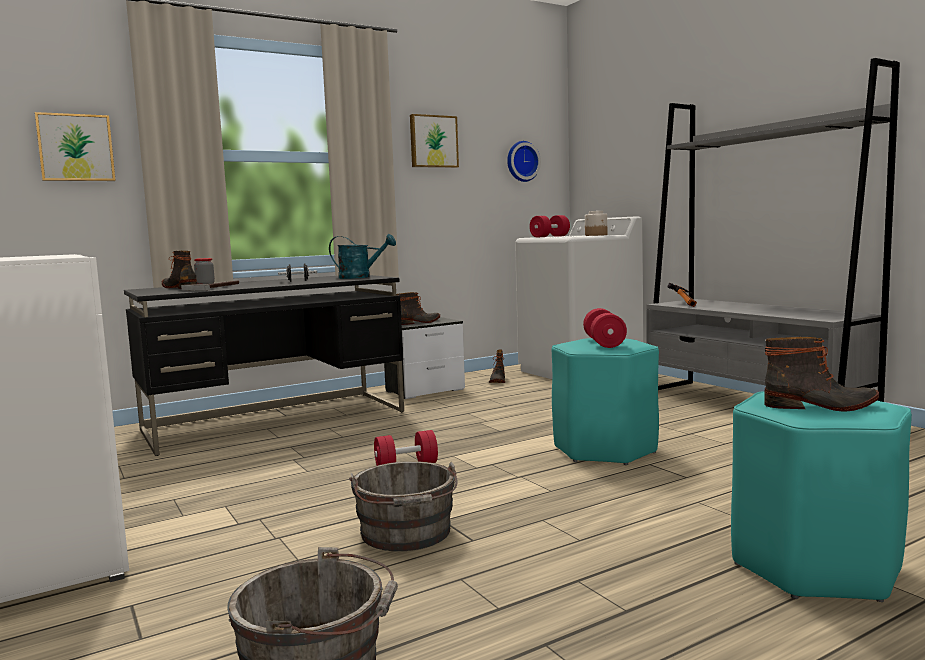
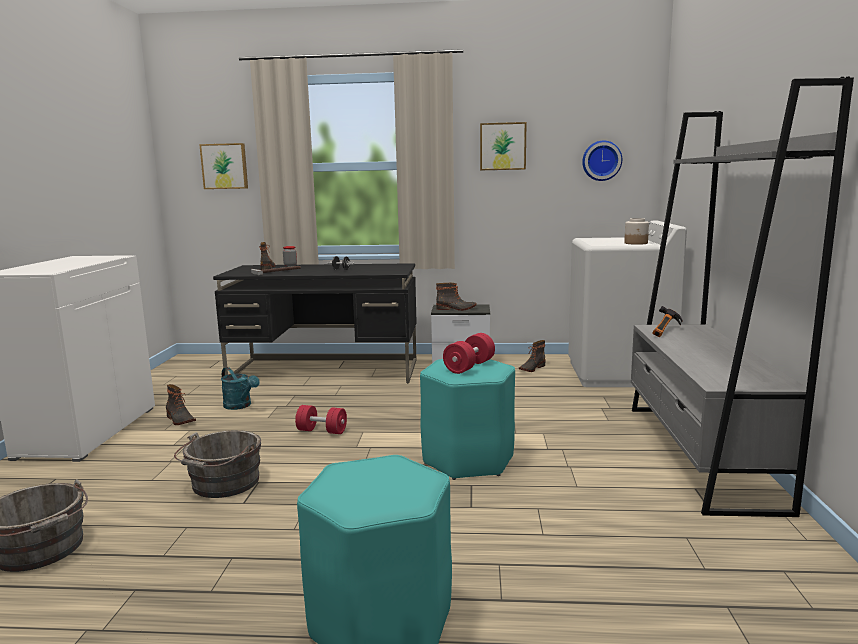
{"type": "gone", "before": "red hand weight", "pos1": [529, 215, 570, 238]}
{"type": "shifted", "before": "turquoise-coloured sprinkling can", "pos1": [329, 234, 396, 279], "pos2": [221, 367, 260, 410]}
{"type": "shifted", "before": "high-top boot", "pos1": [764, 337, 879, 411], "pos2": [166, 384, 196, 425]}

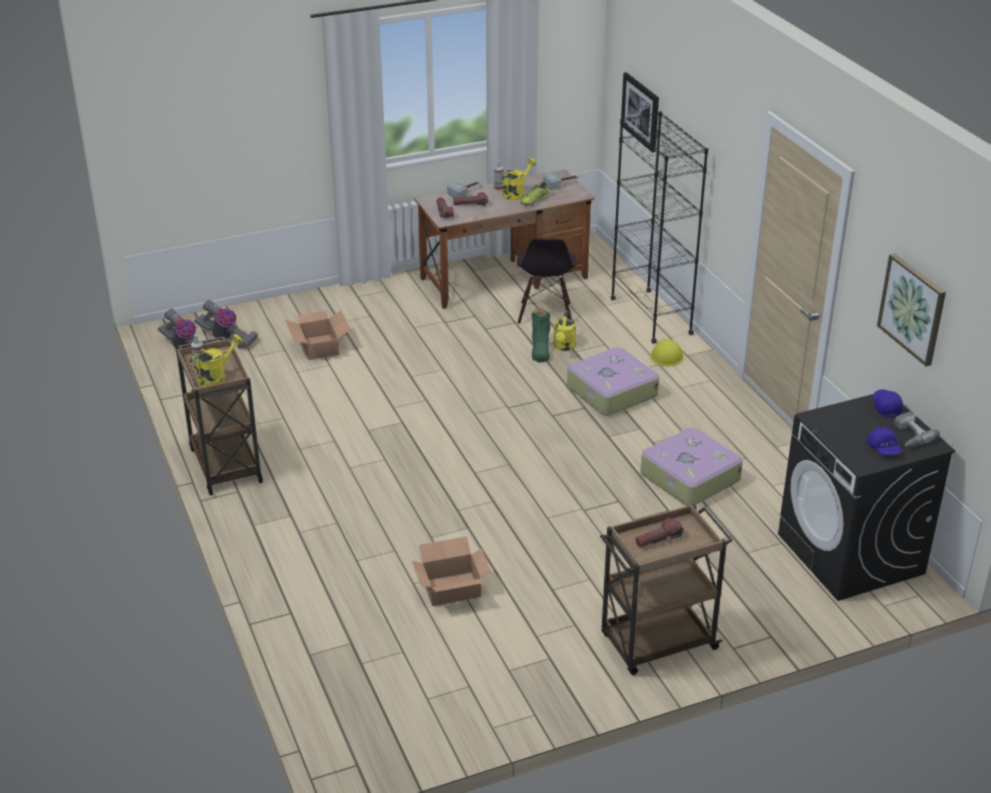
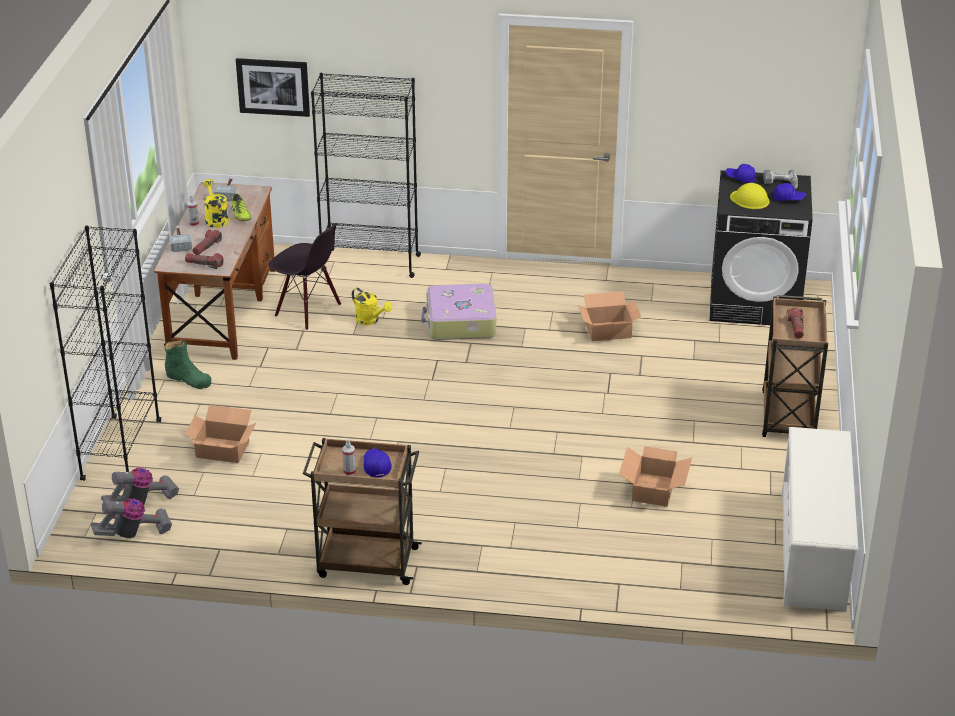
{"type": "gone", "before": "picture", "pos1": [877, 253, 946, 366]}
{"type": "new", "after": "black bookshelf", "pos2": [50, 225, 161, 481]}
{"type": "new", "after": "white shoe shelf", "pos2": [782, 427, 858, 611]}
{"type": "shifted", "before": "green-coloured high-top boot", "pos1": [531, 308, 550, 363], "pos2": [164, 340, 211, 389]}
{"type": "shifted", "before": "yellowish work helmet", "pos1": [650, 339, 684, 366], "pos2": [730, 183, 770, 209]}
{"type": "swapped", "before": "yellowish sprinkling can", "after": "blue-coloured peaked cap", "pos1": [190, 334, 243, 387], "pos2": [363, 449, 392, 478]}
{"type": "swapped", "before": "travel case", "after": "packing box", "pos1": [640, 428, 743, 506], "pos2": [578, 291, 641, 341]}

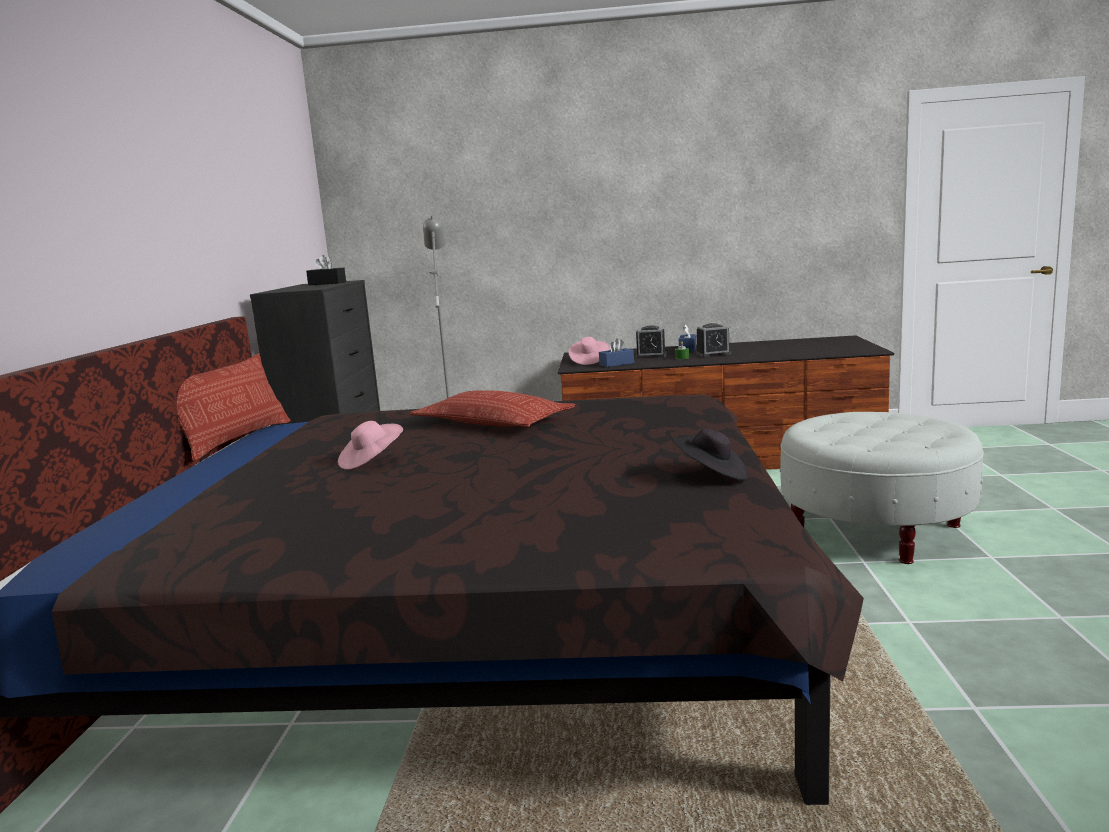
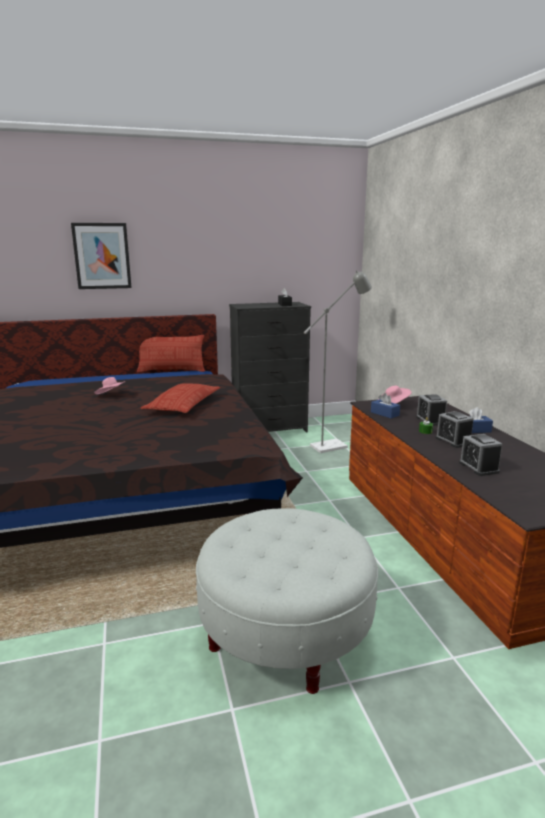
{"type": "gone", "before": "black hat", "pos1": [672, 428, 749, 480]}
{"type": "new", "after": "picture", "pos2": [71, 223, 132, 289]}
{"type": "new", "after": "alarm clock", "pos2": [459, 434, 503, 476]}

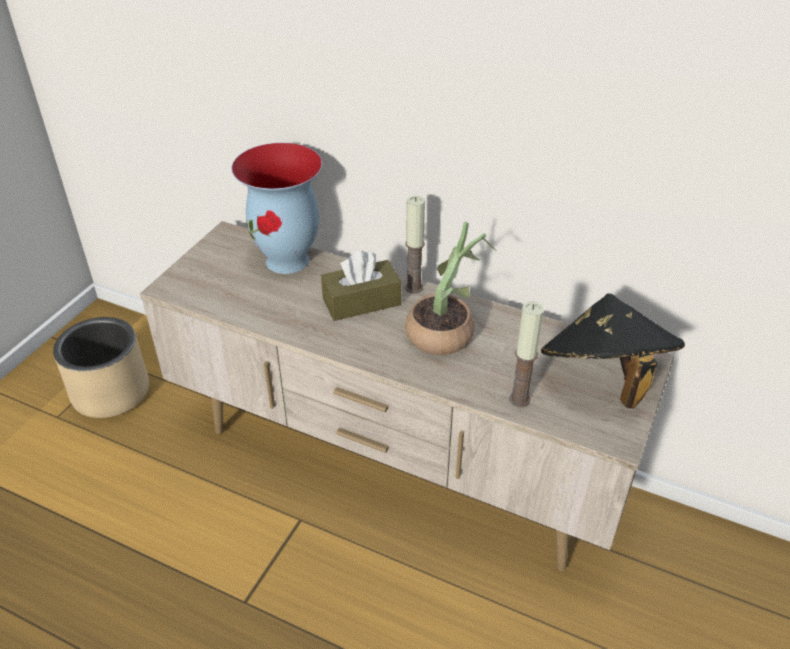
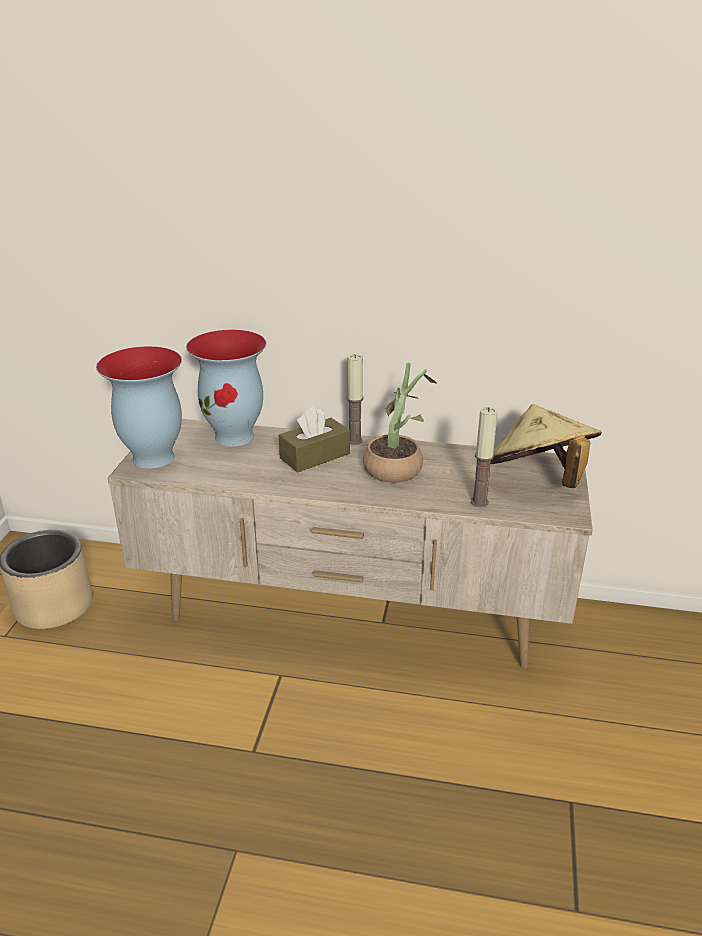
{"type": "new", "after": "flower vase", "pos2": [96, 346, 182, 469]}
{"type": "repainted", "before": "black hat", "after": "beige-coloured hat", "pos1": [541, 293, 685, 409], "pos2": [491, 404, 602, 488]}

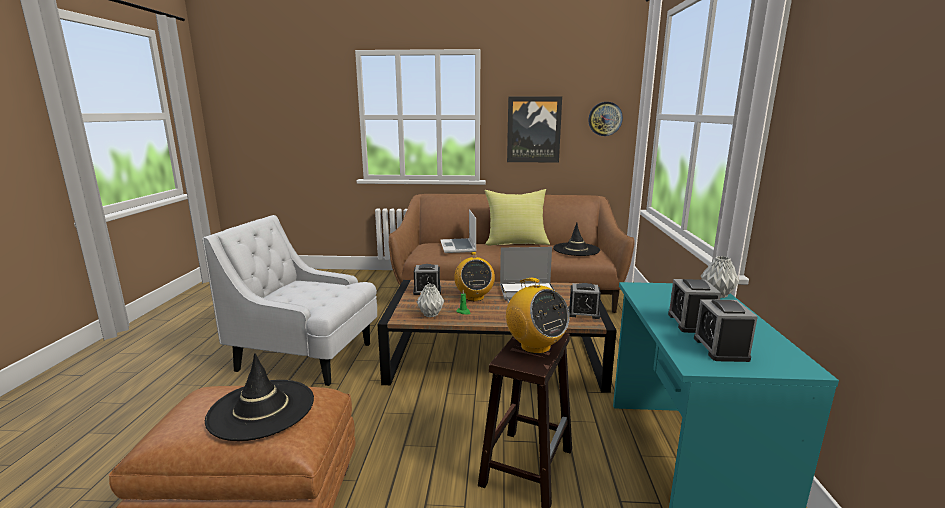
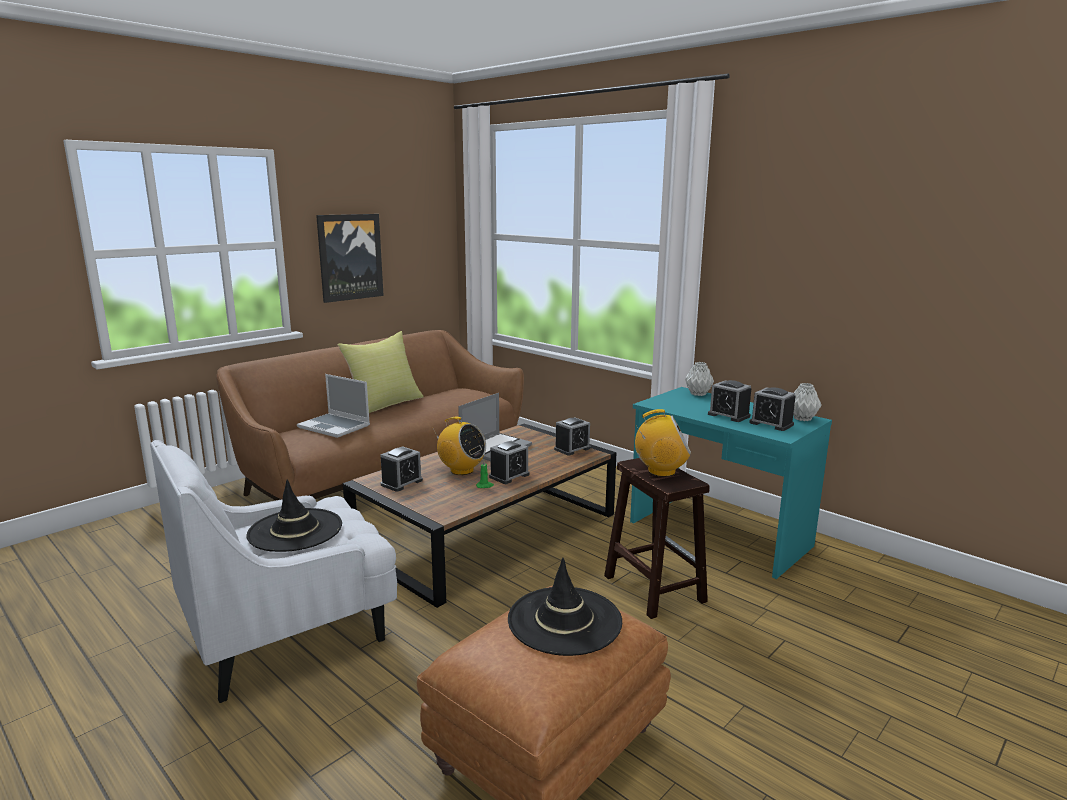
{"type": "gone", "before": "clock on the wall", "pos1": [588, 102, 623, 136]}
{"type": "new", "after": "alarm clock", "pos2": [489, 441, 529, 484]}
{"type": "shifted", "before": "greyish flower vase", "pos1": [417, 284, 444, 317], "pos2": [793, 383, 822, 421]}
{"type": "shifted", "before": "black hat", "pos1": [553, 223, 600, 256], "pos2": [246, 480, 342, 552]}

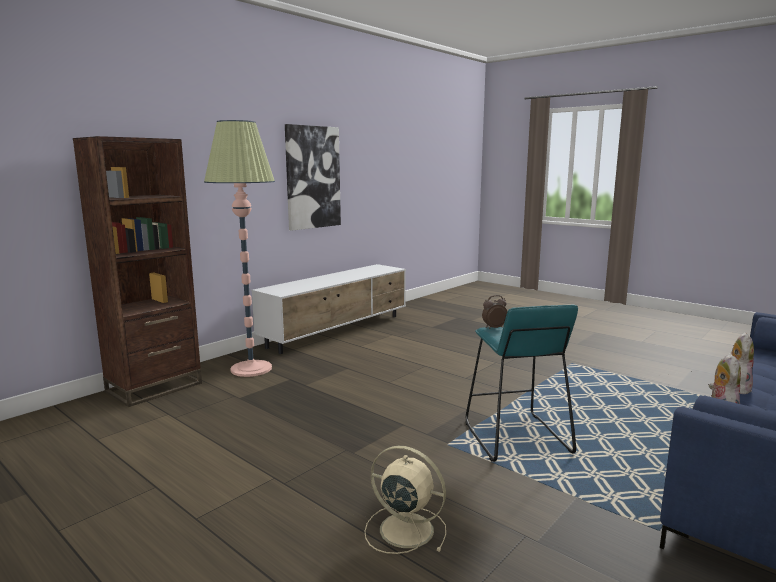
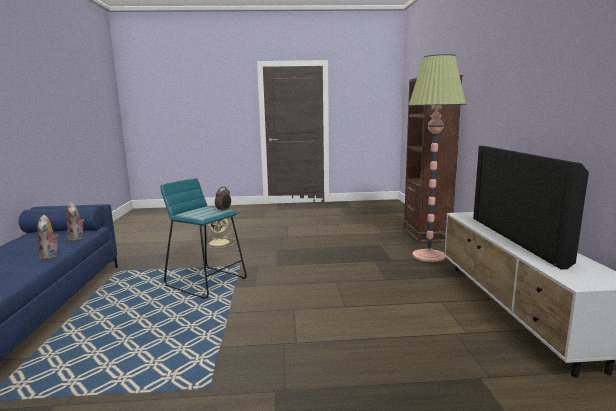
{"type": "gone", "before": "picture", "pos1": [285, 124, 341, 231]}
{"type": "new", "after": "TV set", "pos2": [473, 146, 589, 270]}

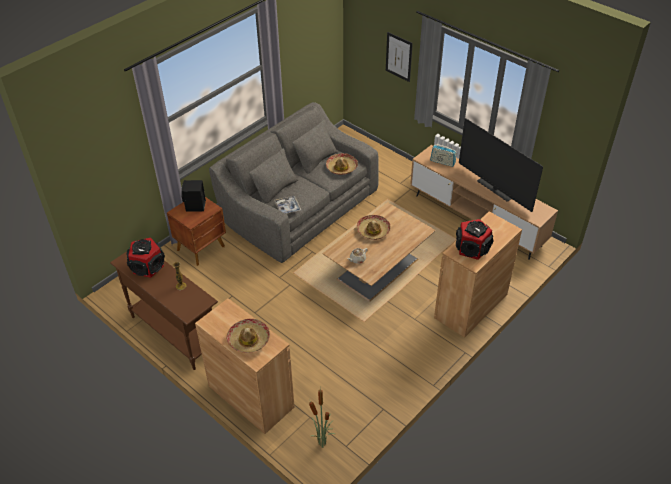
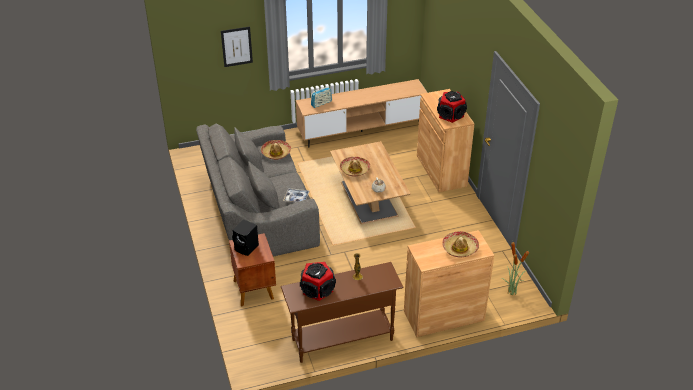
{"type": "gone", "before": "TV set", "pos1": [459, 118, 543, 212]}

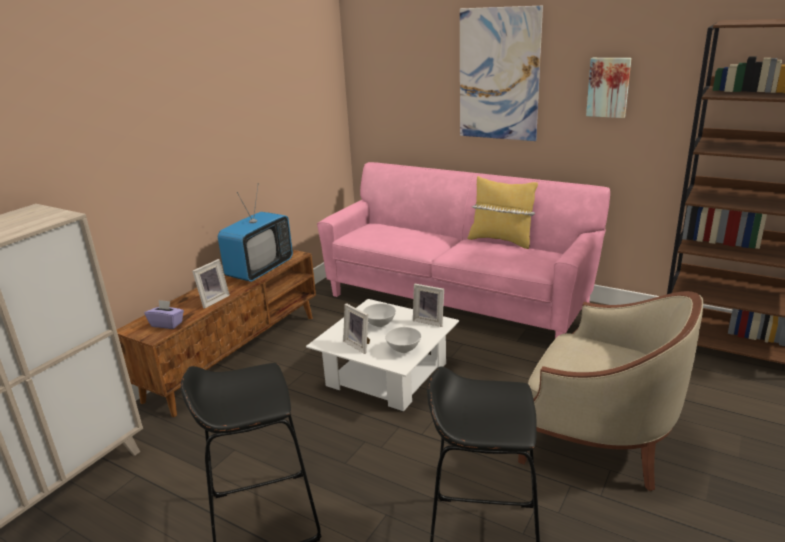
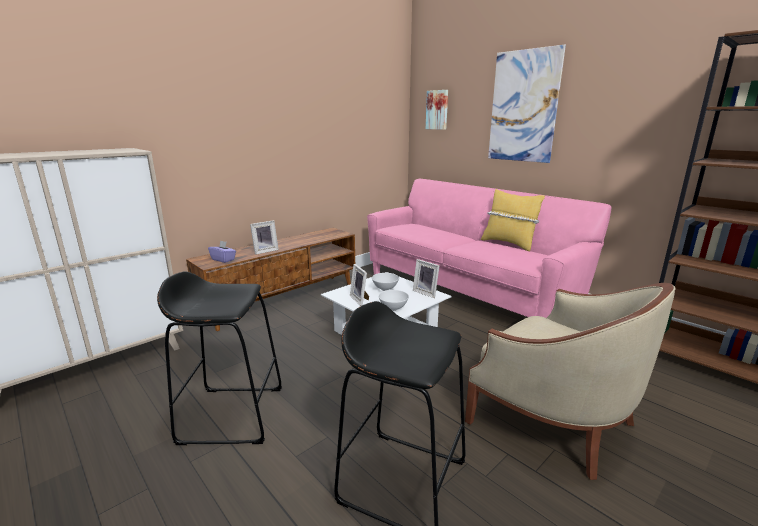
{"type": "gone", "before": "TV set", "pos1": [218, 187, 293, 282]}
{"type": "shifted", "before": "picture", "pos1": [586, 58, 632, 118], "pos2": [426, 90, 448, 130]}

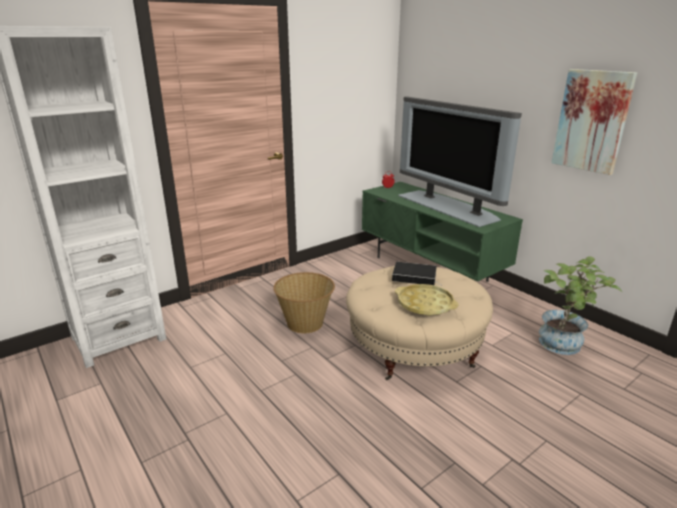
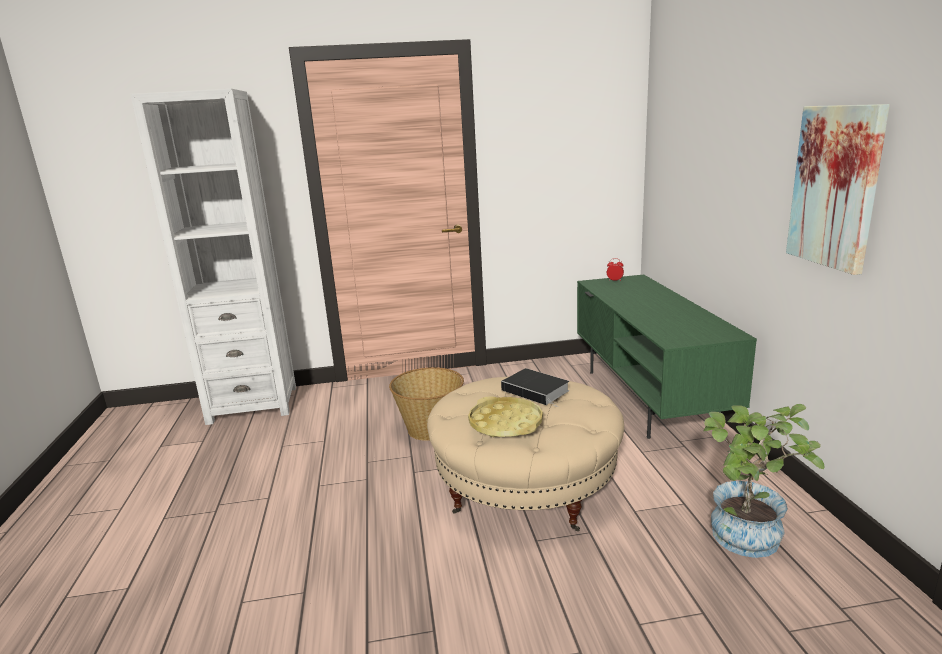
{"type": "gone", "before": "TV set", "pos1": [398, 96, 522, 227]}

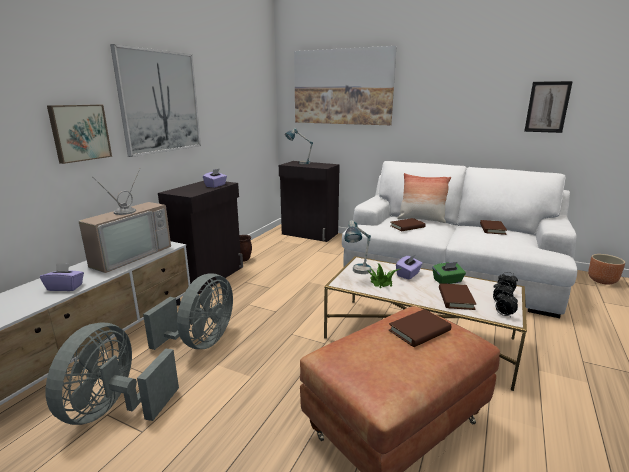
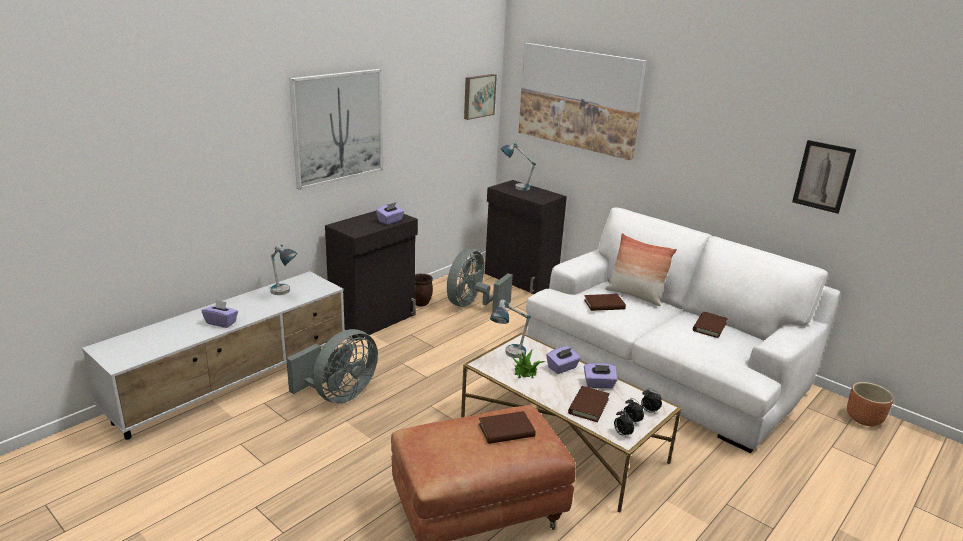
{"type": "shifted", "before": "greyish cooling fan", "pos1": [46, 323, 179, 425], "pos2": [447, 249, 513, 312]}
{"type": "shifted", "before": "picture", "pos1": [47, 105, 112, 164], "pos2": [464, 74, 497, 120]}
{"type": "swapped", "before": "TV set", "after": "tabletop lamp", "pos1": [78, 169, 171, 273], "pos2": [270, 244, 297, 295]}
{"type": "repainted", "before": "green-coloured box of tissues", "after": "purple box of tissues", "pos1": [432, 262, 466, 284], "pos2": [584, 363, 618, 389]}

